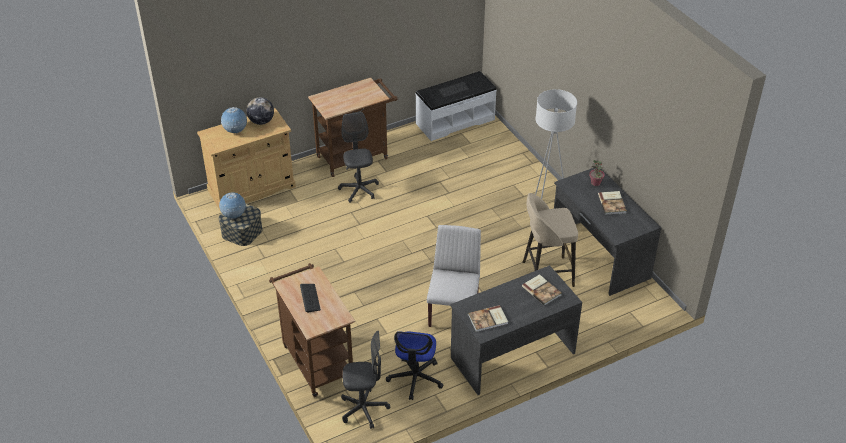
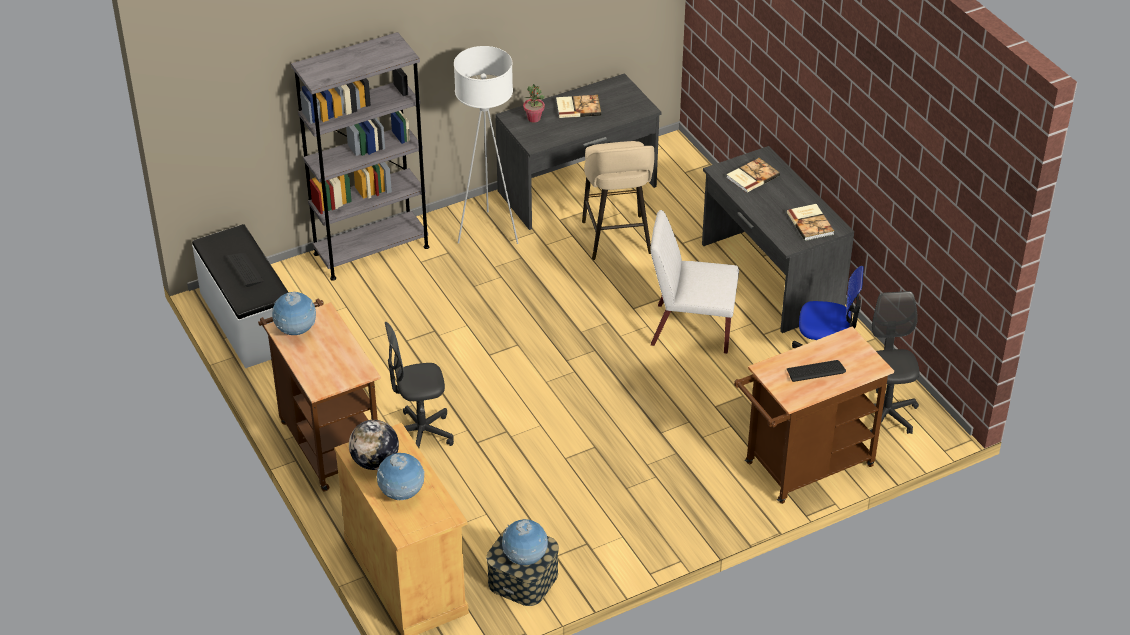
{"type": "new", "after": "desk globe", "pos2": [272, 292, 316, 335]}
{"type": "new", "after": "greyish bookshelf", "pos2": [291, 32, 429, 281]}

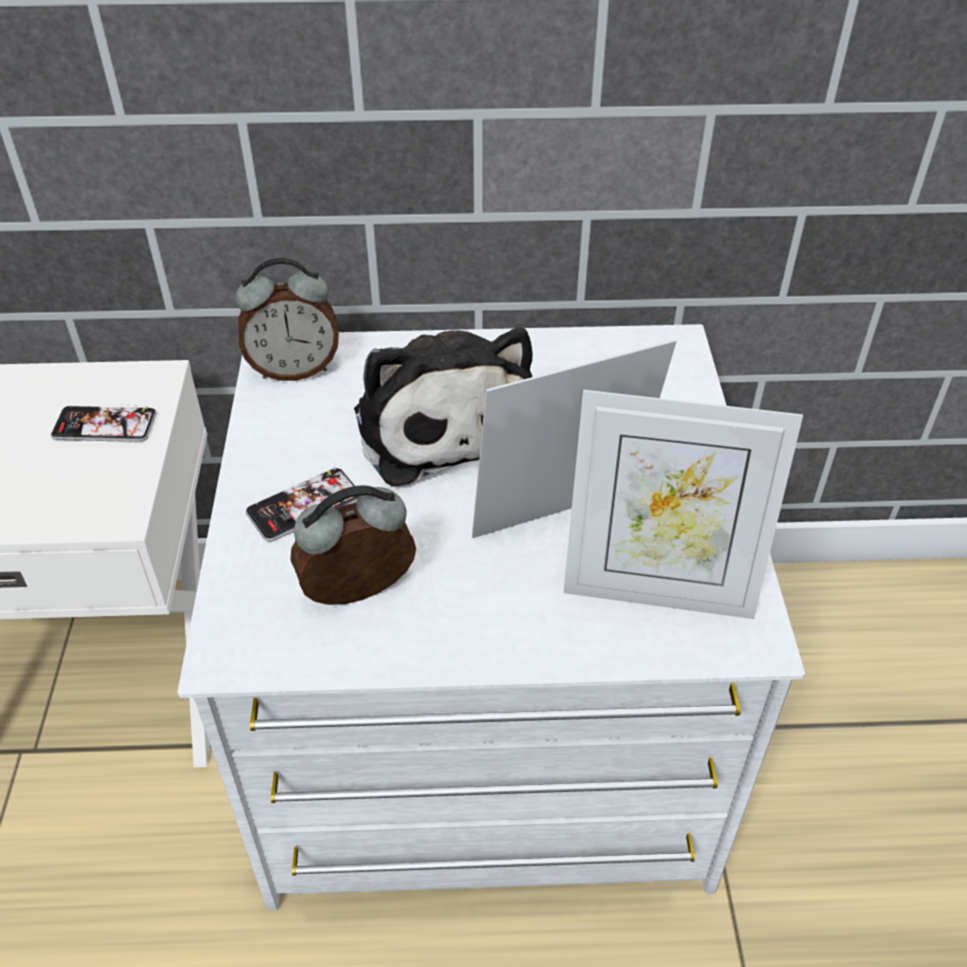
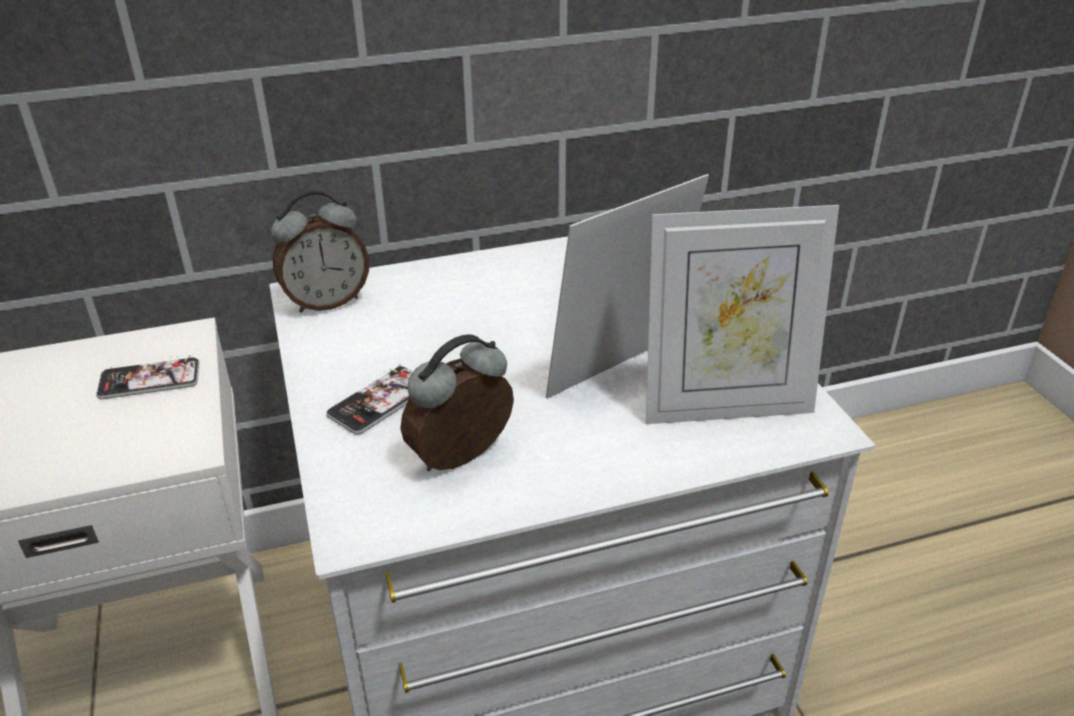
{"type": "gone", "before": "plush toy", "pos1": [354, 327, 533, 487]}

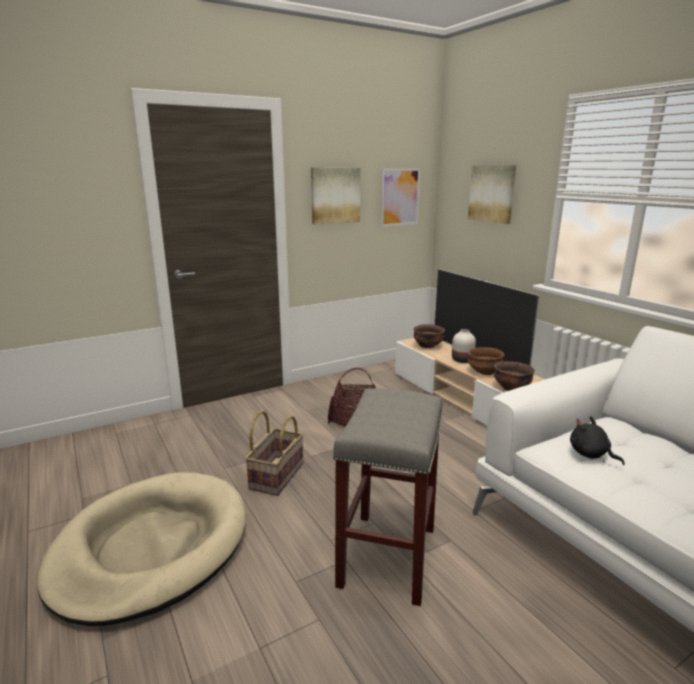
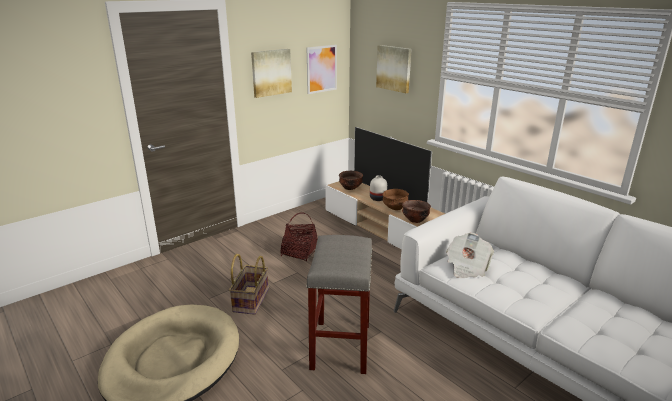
{"type": "swapped", "before": "black plush toy", "after": "printed paper", "pos1": [570, 416, 625, 465], "pos2": [446, 233, 494, 278]}

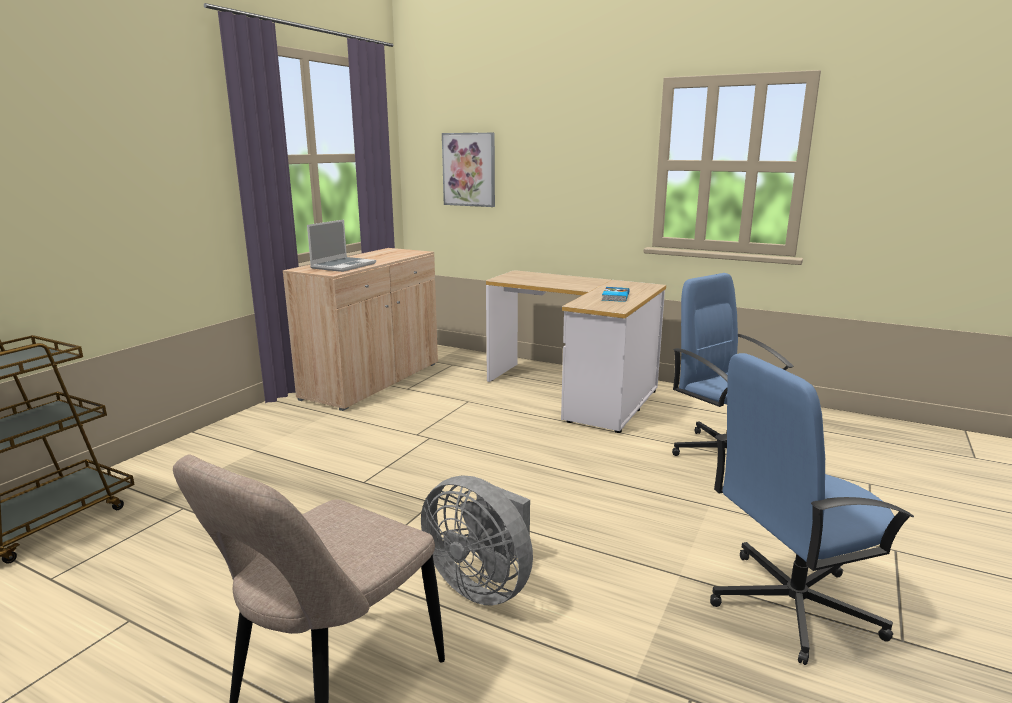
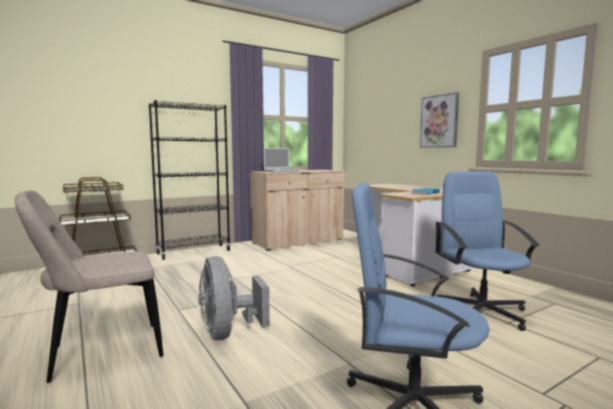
{"type": "new", "after": "black bookshelf", "pos2": [149, 100, 231, 260]}
{"type": "shifted", "before": "picture", "pos1": [442, 133, 495, 207], "pos2": [420, 92, 459, 148]}

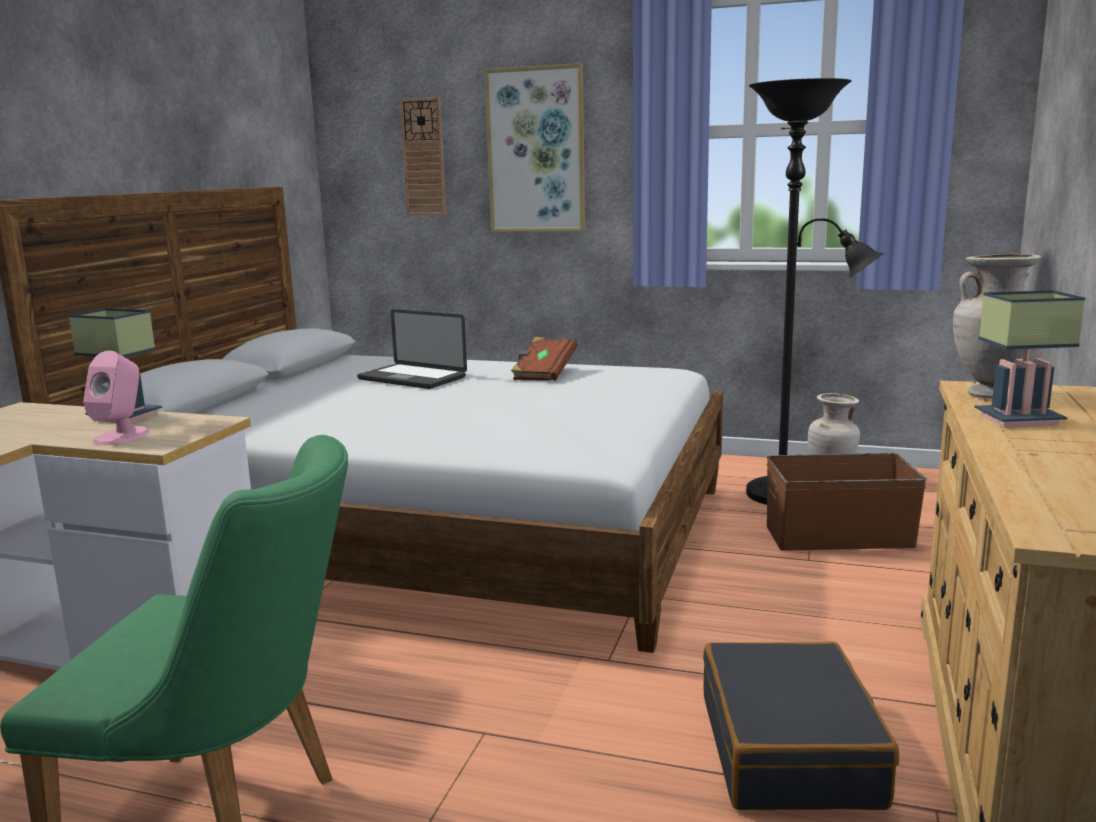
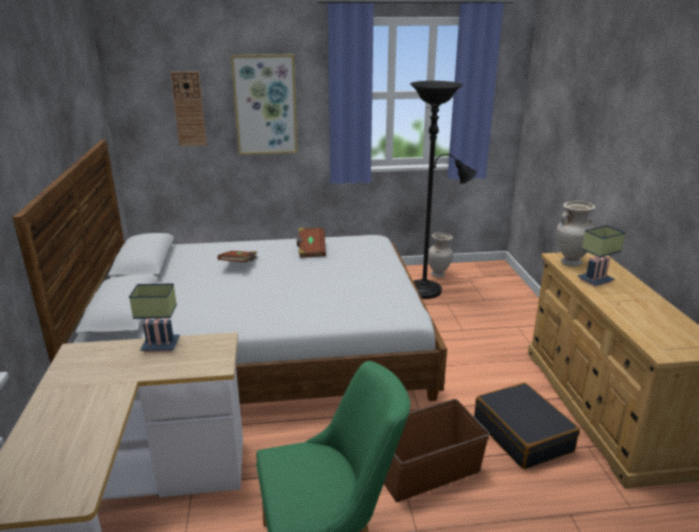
{"type": "gone", "before": "pink audio speaker", "pos1": [83, 351, 149, 445]}
{"type": "shifted", "before": "brown-coloured storage bin", "pos1": [767, 453, 927, 551], "pos2": [384, 399, 490, 502]}
{"type": "swapped", "before": "notebook computer", "after": "brown-coloured book", "pos1": [357, 309, 467, 389], "pos2": [217, 251, 257, 263]}

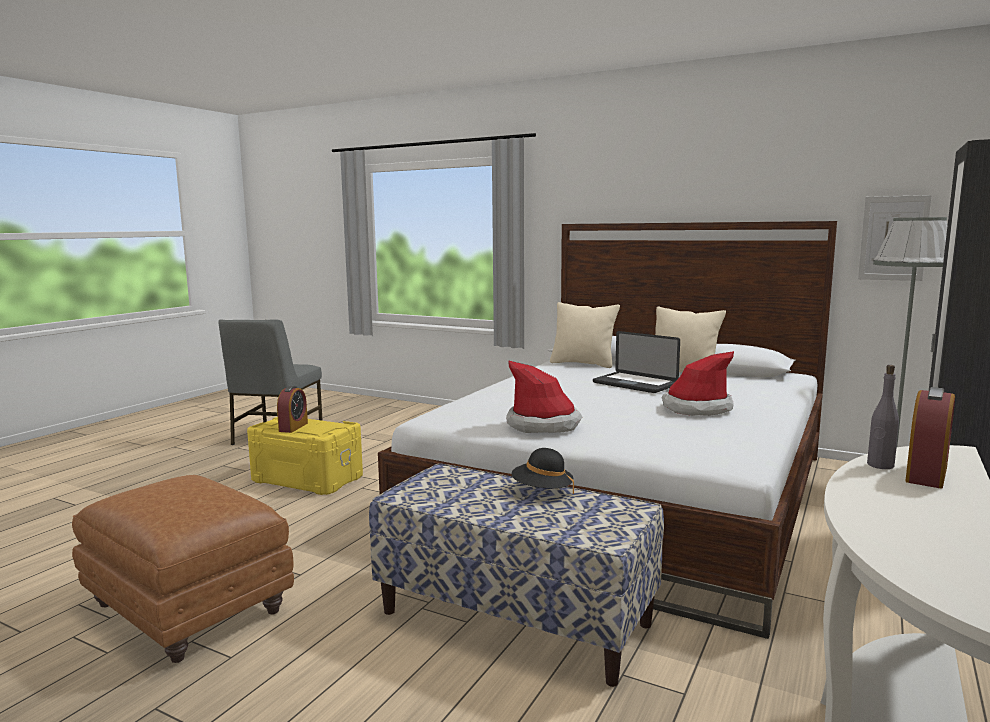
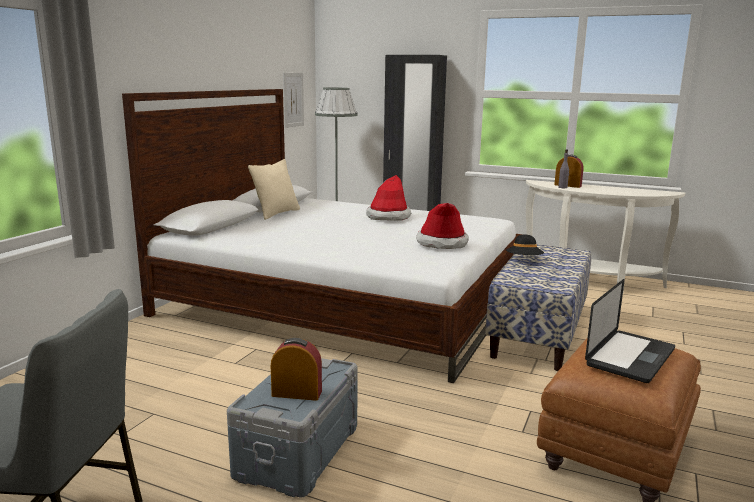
{"type": "gone", "before": "beige-coloured pillow", "pos1": [550, 302, 620, 368]}
{"type": "shifted", "before": "notebook computer", "pos1": [593, 331, 680, 393], "pos2": [585, 279, 675, 383]}
{"type": "repainted", "before": "yellowish storage bin", "after": "greyish storage bin", "pos1": [247, 417, 363, 495], "pos2": [227, 358, 358, 497]}

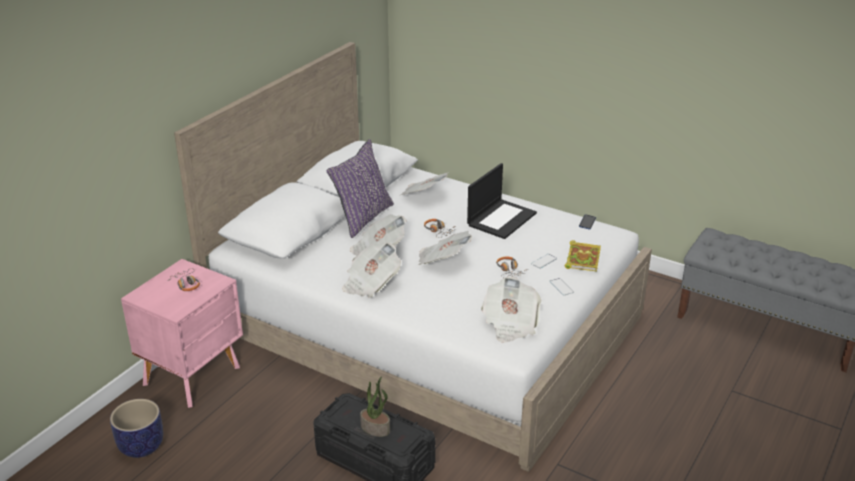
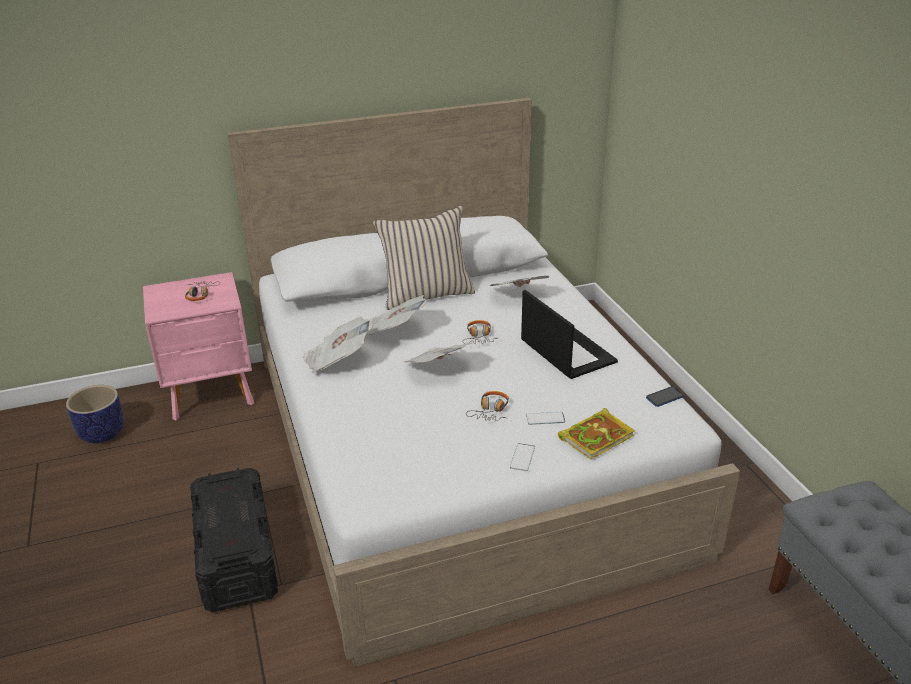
{"type": "gone", "before": "plant in a pot", "pos1": [360, 376, 390, 437]}
{"type": "gone", "before": "printed paper", "pos1": [481, 277, 541, 343]}
{"type": "repainted", "before": "purple pillow", "after": "beige-coloured pillow", "pos1": [326, 139, 394, 238], "pos2": [373, 206, 475, 310]}
{"type": "rotated", "before": "notebook computer", "pos1": [467, 163, 537, 239], "pos2": [521, 290, 618, 379], "turn": -105}

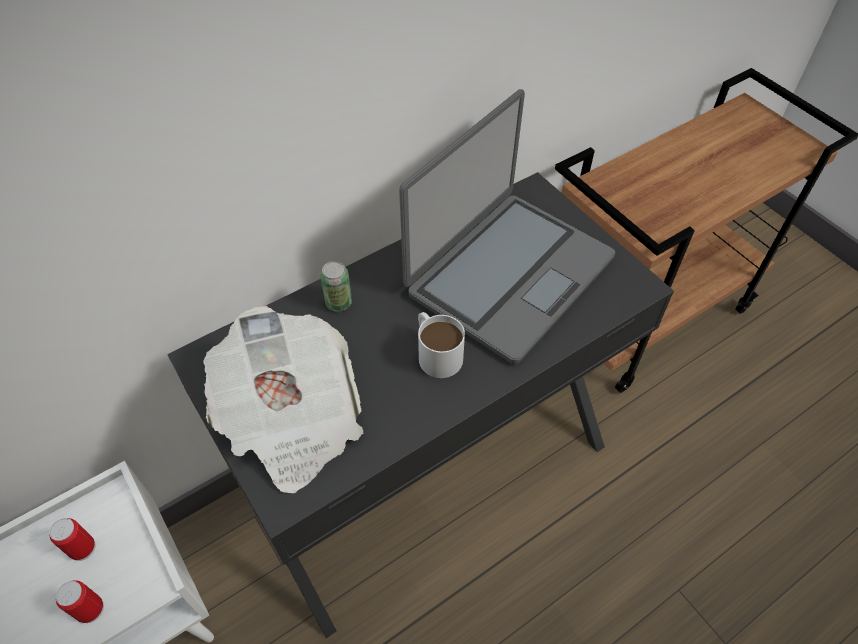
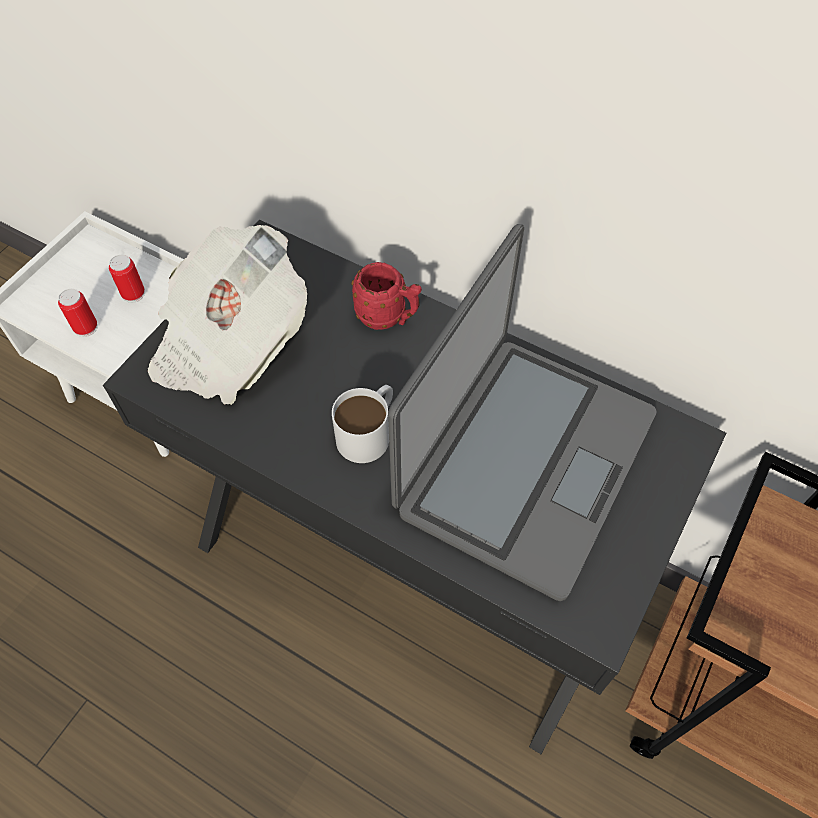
{"type": "swapped", "before": "can", "after": "red coffee mug", "pos1": [320, 261, 352, 312], "pos2": [351, 262, 422, 330]}
{"type": "rotated", "before": "notebook computer", "pos1": [399, 89, 615, 365], "pos2": [388, 224, 657, 601], "turn": -75}

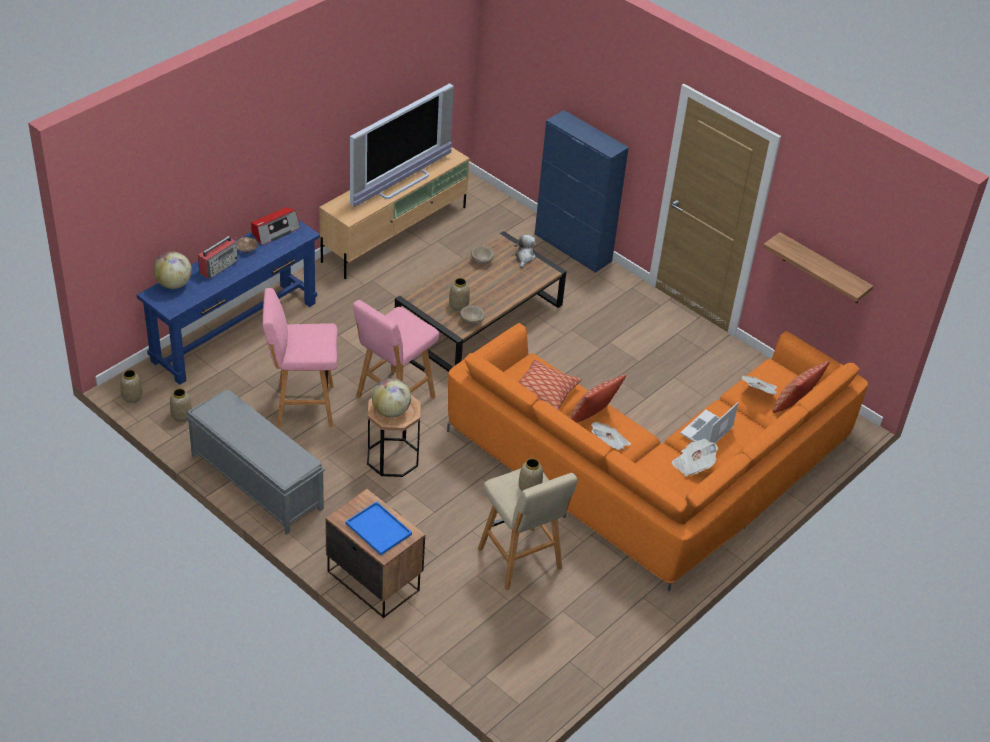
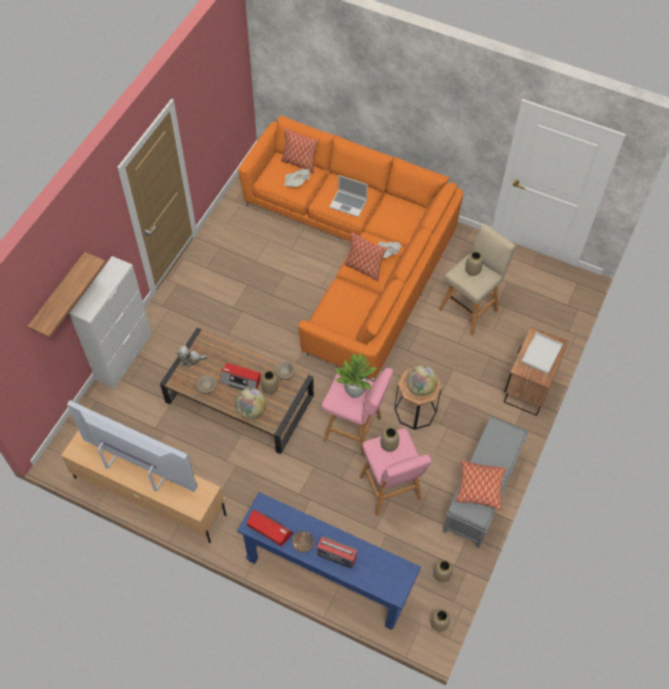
{"type": "gone", "before": "printed paper", "pos1": [672, 439, 718, 477]}
{"type": "new", "after": "radio", "pos2": [219, 363, 261, 390]}
{"type": "new", "after": "plant in a pot", "pos2": [335, 353, 376, 398]}
{"type": "new", "after": "flower vase", "pos2": [381, 428, 399, 452]}
{"type": "shifted", "before": "desk globe", "pos1": [153, 252, 192, 289], "pos2": [235, 388, 266, 419]}
{"type": "shifted", "before": "pillow", "pos1": [519, 360, 582, 410], "pos2": [456, 460, 506, 510]}
{"type": "shifted", "before": "shelf", "pos1": [763, 232, 873, 303], "pos2": [27, 252, 106, 338]}
{"type": "repainted", "before": "blue-coloured tray", "after": "white tray", "pos1": [346, 501, 412, 555], "pos2": [521, 332, 563, 374]}
{"type": "repainted", "before": "blue-coloured cupboard", "after": "white cupboard", "pos1": [535, 110, 629, 273], "pos2": [69, 256, 152, 389]}

